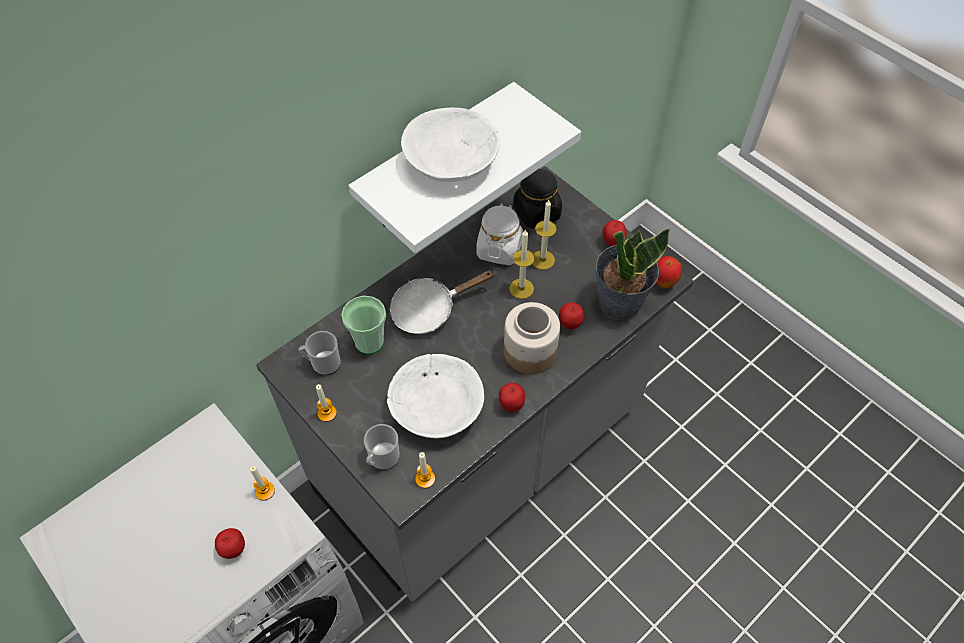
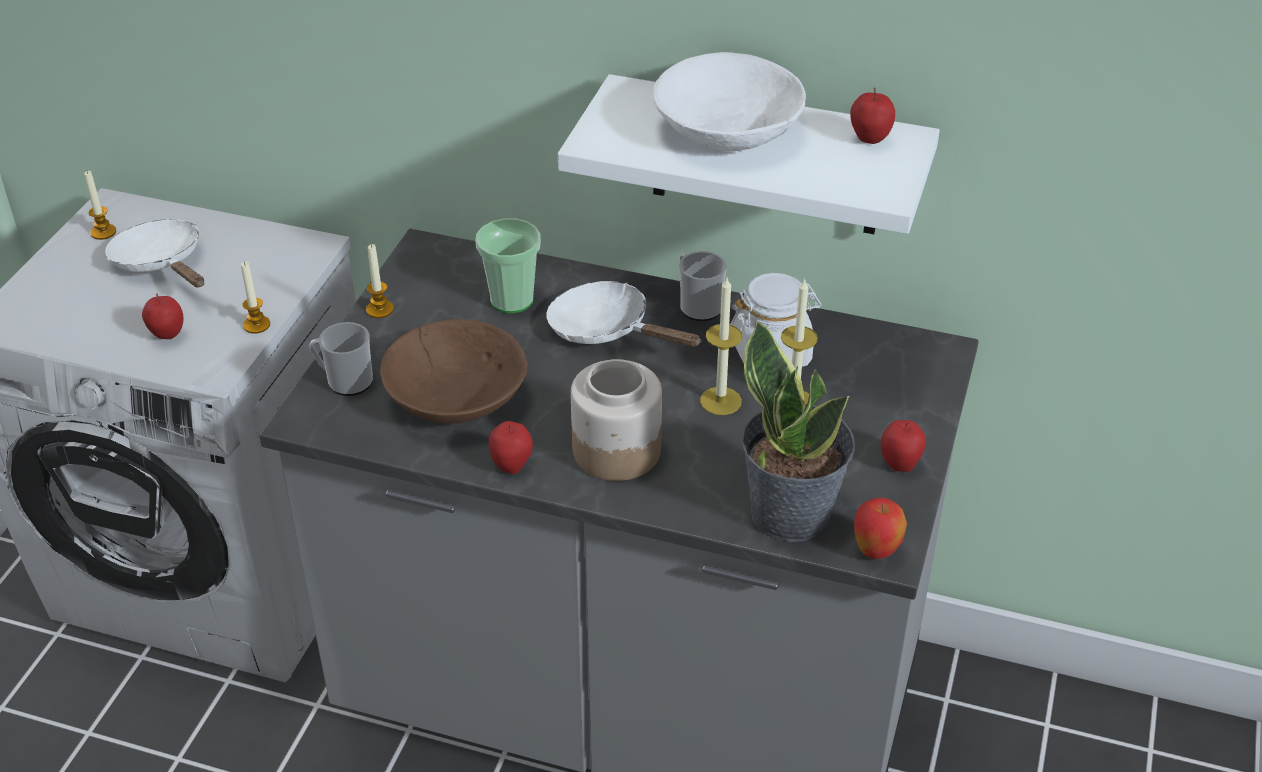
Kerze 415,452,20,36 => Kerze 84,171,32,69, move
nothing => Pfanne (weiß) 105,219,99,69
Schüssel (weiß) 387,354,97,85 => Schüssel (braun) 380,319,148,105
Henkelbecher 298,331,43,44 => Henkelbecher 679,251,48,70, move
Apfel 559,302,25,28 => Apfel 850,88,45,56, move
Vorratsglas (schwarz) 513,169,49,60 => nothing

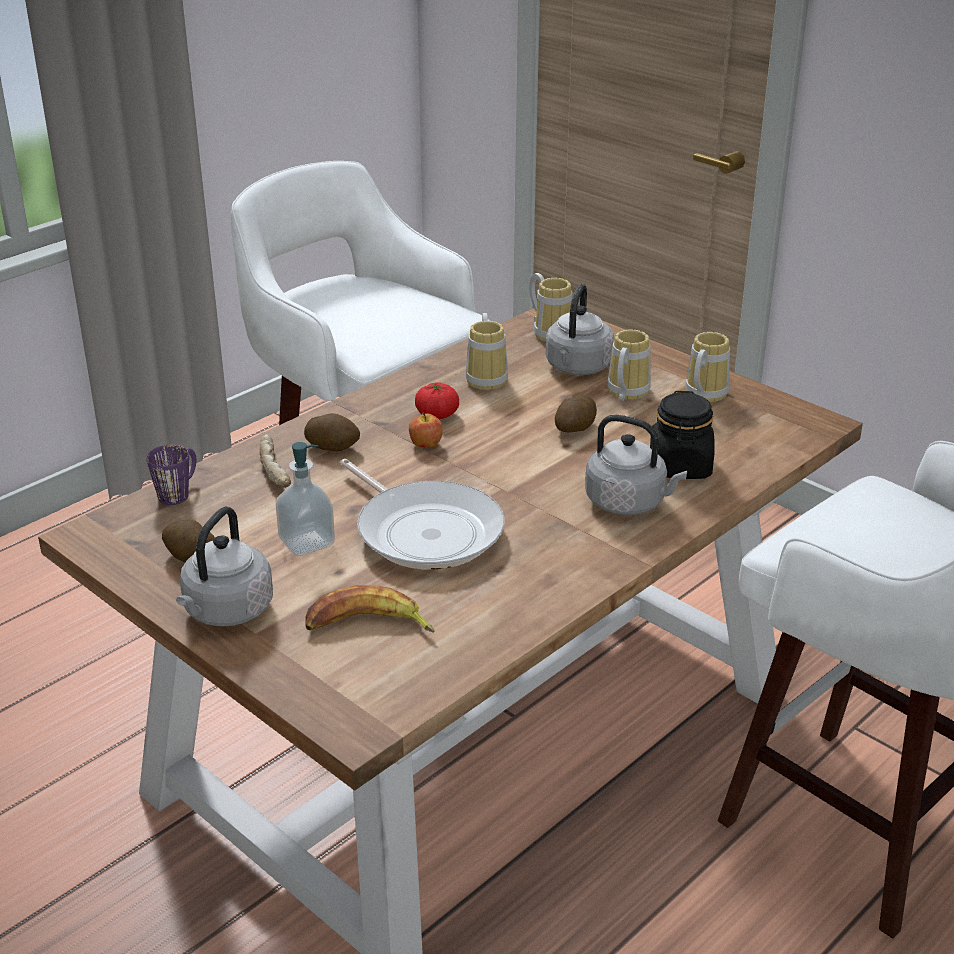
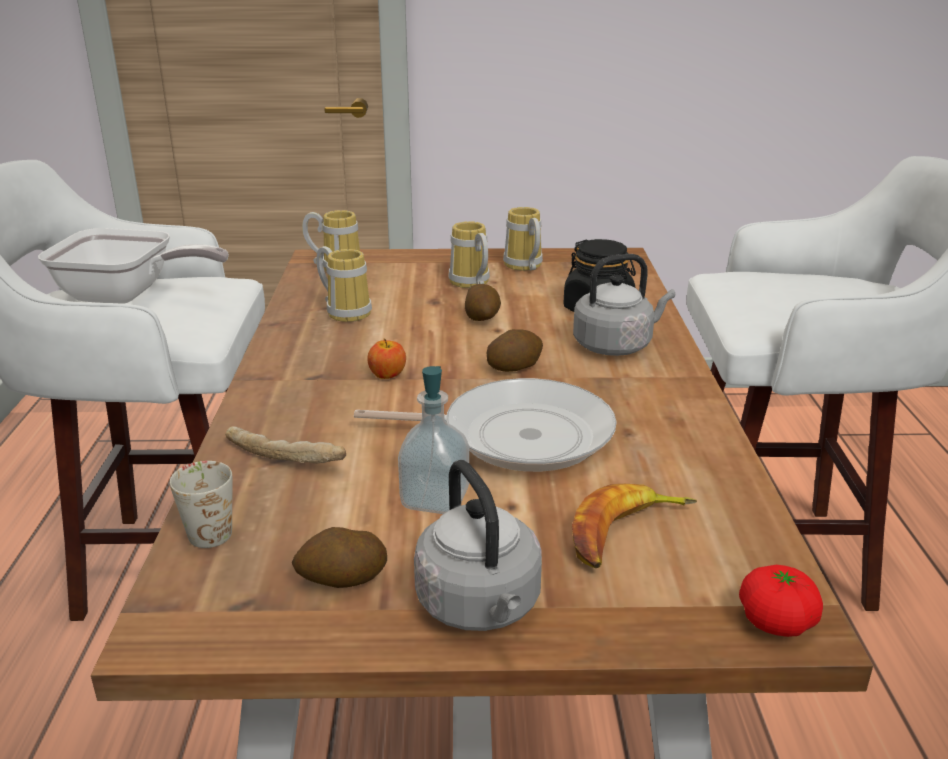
nothing => Pfanne 38,228,191,76
Henkelbecher (lila) 146,445,51,60 => Henkelbecher (weiß) 170,461,63,87
Kartoffel 304,413,56,38 => Kartoffel 487,329,56,43, move
Tomate 415,382,44,37 => Tomate 739,565,84,72, move
Wasserkessel (grau) 546,284,68,91 => nothing

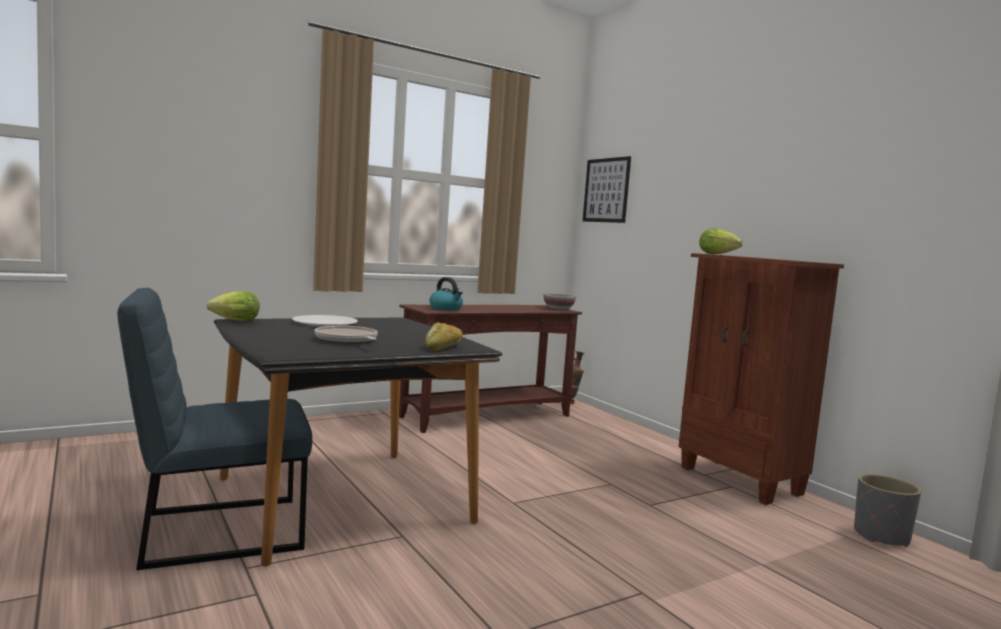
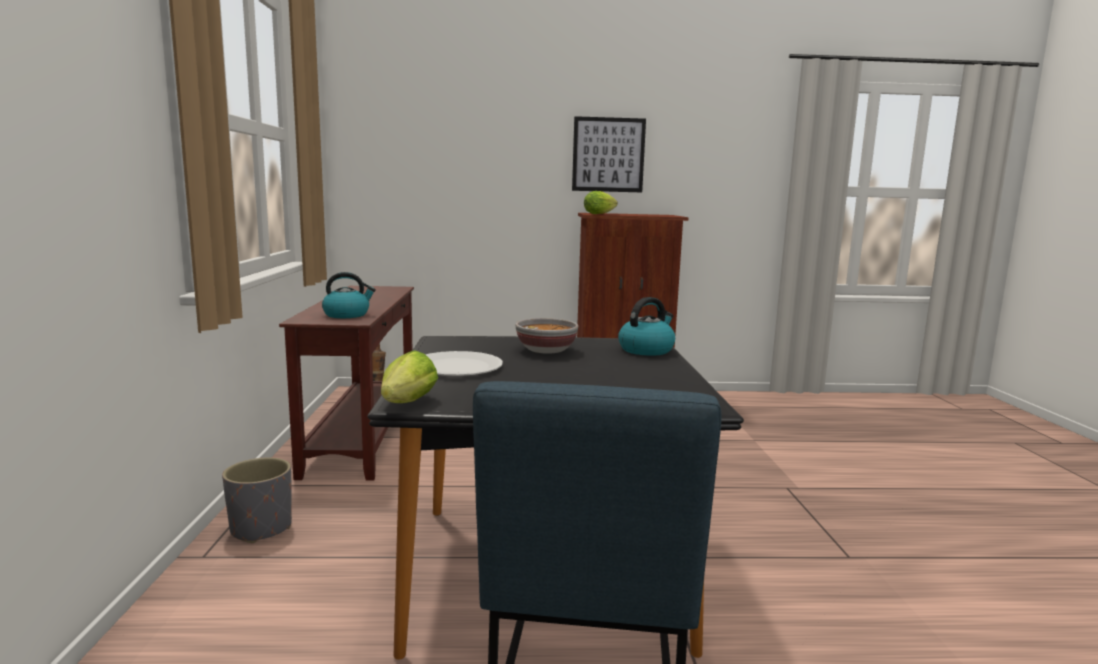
Pflanzkübel (grau) 854,474,67,73 => Pflanzkübel (grau) 222,458,70,85, move
Schüssel 543,293,33,17 => Schüssel 516,318,62,36, move
Bild 583,156,48,67 => Bild 572,116,74,76, move
Brot 425,322,38,29 => Wasserkessel 618,297,57,59
Pfanne 315,326,63,18 => nothing

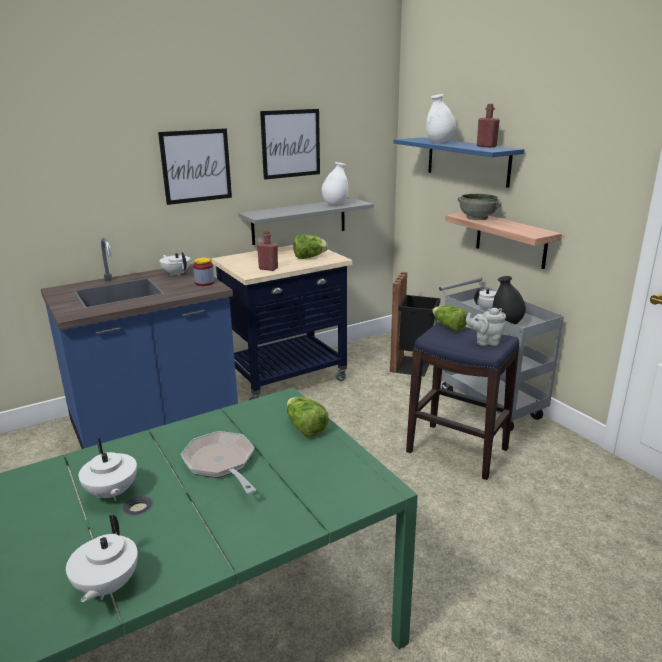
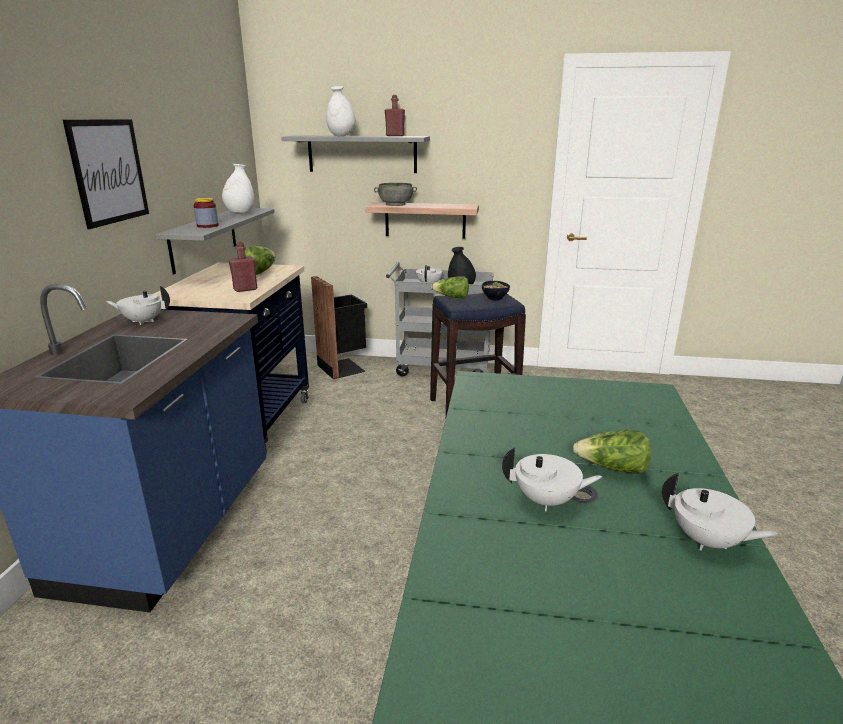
Vorratsglas 193,257,21,29 => Vorratsglas 194,198,25,30, move
Wandregal (blau) 393,137,132,51 => Wandregal (grau) 281,136,149,37
Teekanne (grau) 466,308,40,38 => Schüssel 482,281,28,19
Salatkopf 287,397,41,40 => Salatkopf 573,430,78,44, move
Pfanne 181,431,75,63 => nothing
Bild 260,109,60,71 => nothing

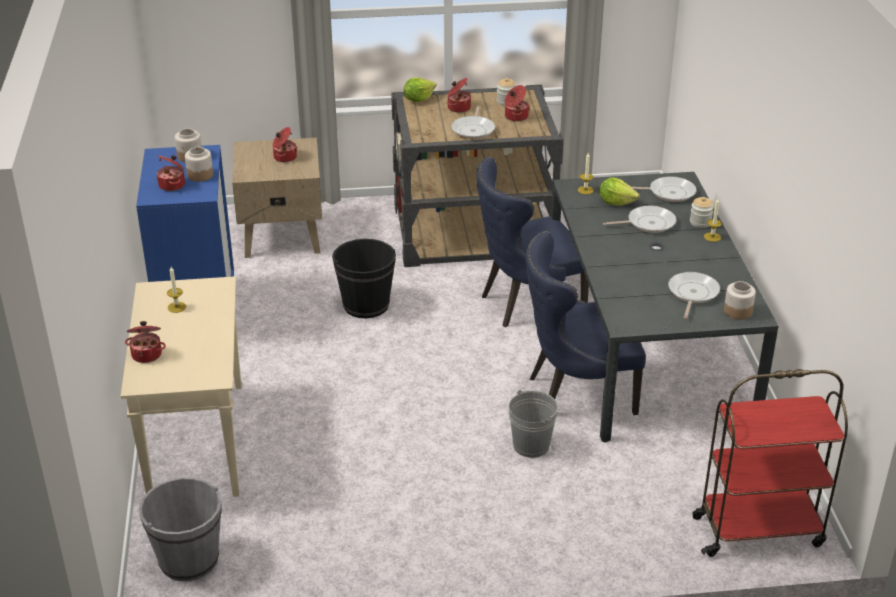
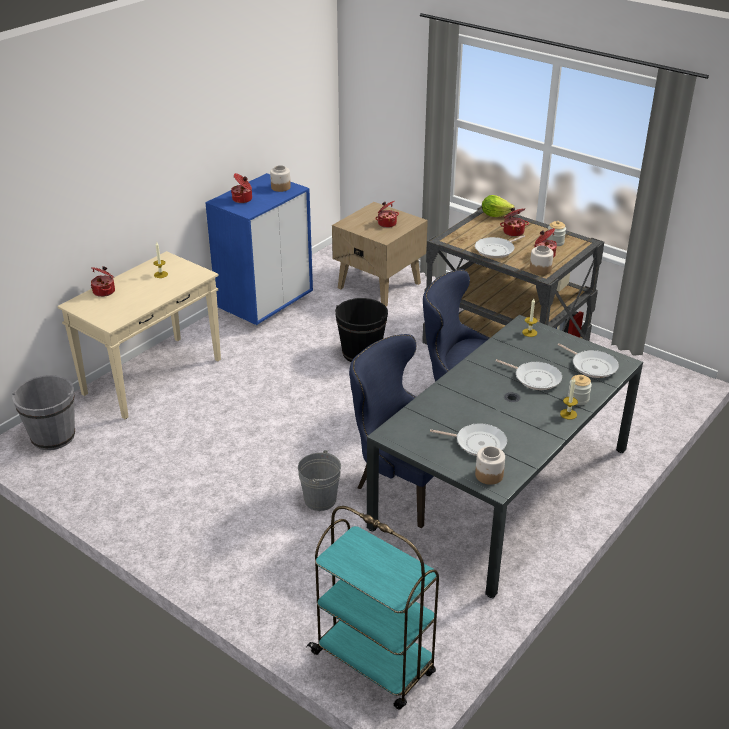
Rollwagen (rot) 693,369,155,188 => Rollwagen (türkis) 306,506,133,203
Pfanne 668,272,52,47 => Pfanne 430,423,77,33, 45 degrees clockwise
Vorratsglas 185,147,28,35 => Vorratsglas 530,245,24,30, move
Salatkopf 599,177,41,29 => nothing

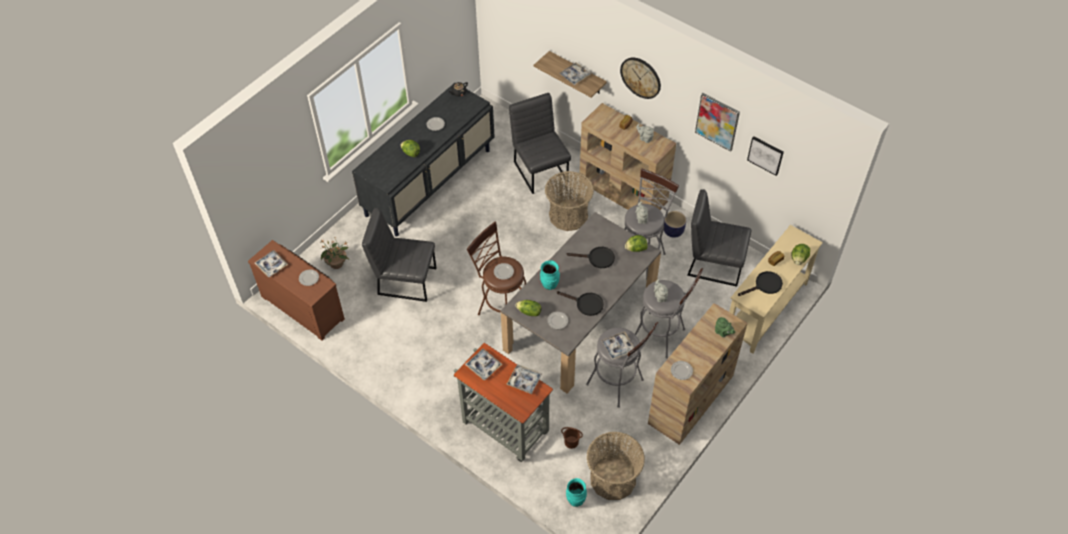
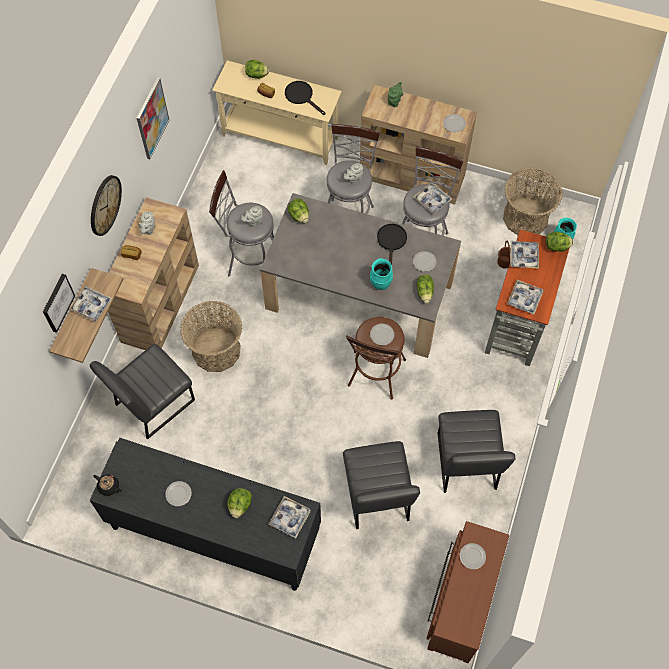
Bild 747,136,37,40 => Bild 43,274,32,59, move
Tablett 255,250,33,27 => Tablett 269,496,42,42, move
Stuhl (grau) 687,189,64,98 => Stuhl (grau) 438,410,77,83, move
nothing => Salatkopf 546,232,27,20
Topfpflanze 320,237,29,32 => nothing
Pfanne (schwarz) 566,247,49,21 => nothing
Pflanzkübel 664,211,22,27 => nothing

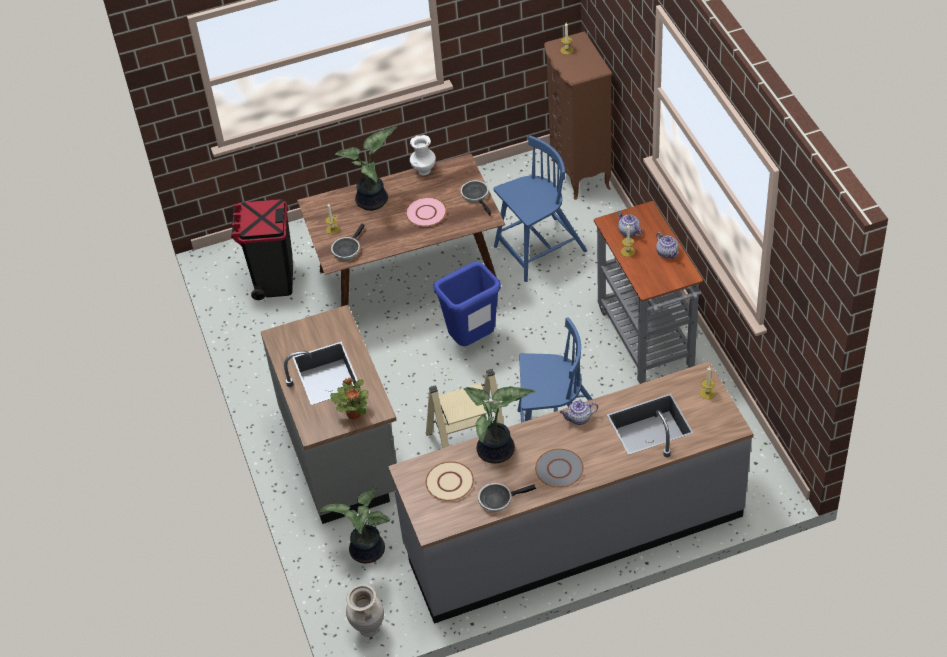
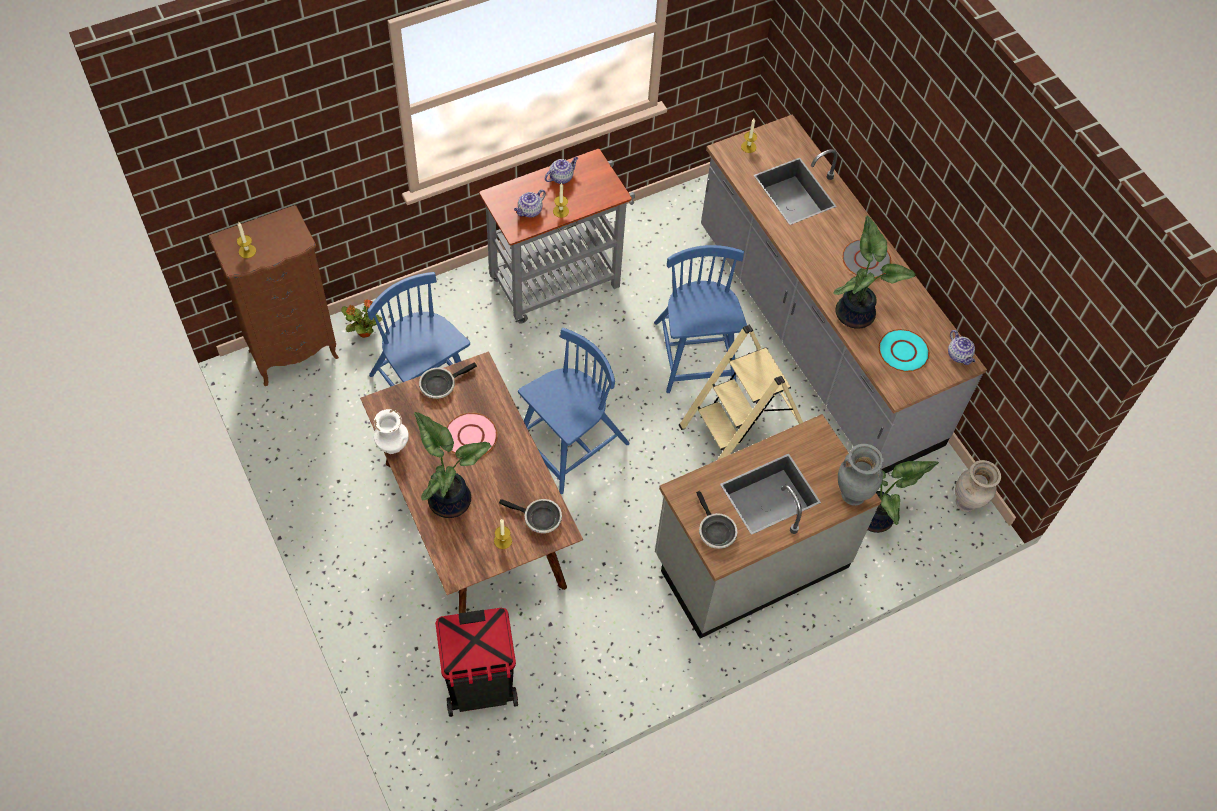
Topfpflanze 330,378,38,41 => Topfpflanze 341,299,41,39, move
Mülleimer (blau) 434,262,67,84 => Stuhl (blau) 518,328,112,166
Pfanne 478,483,58,29 => Pfanne 696,491,41,58, move
nothing => Vase (grau) 838,444,46,62
Teller (beige) 425,461,49,40 => Teller (türkis) 878,329,52,43
Teekanne 560,400,38,25 => Teekanne 948,330,27,35, move

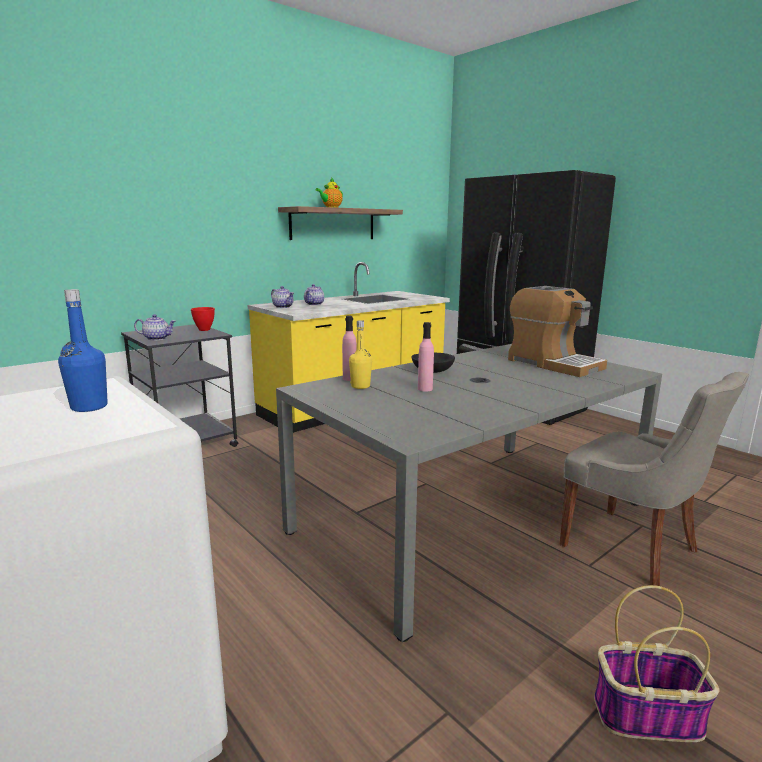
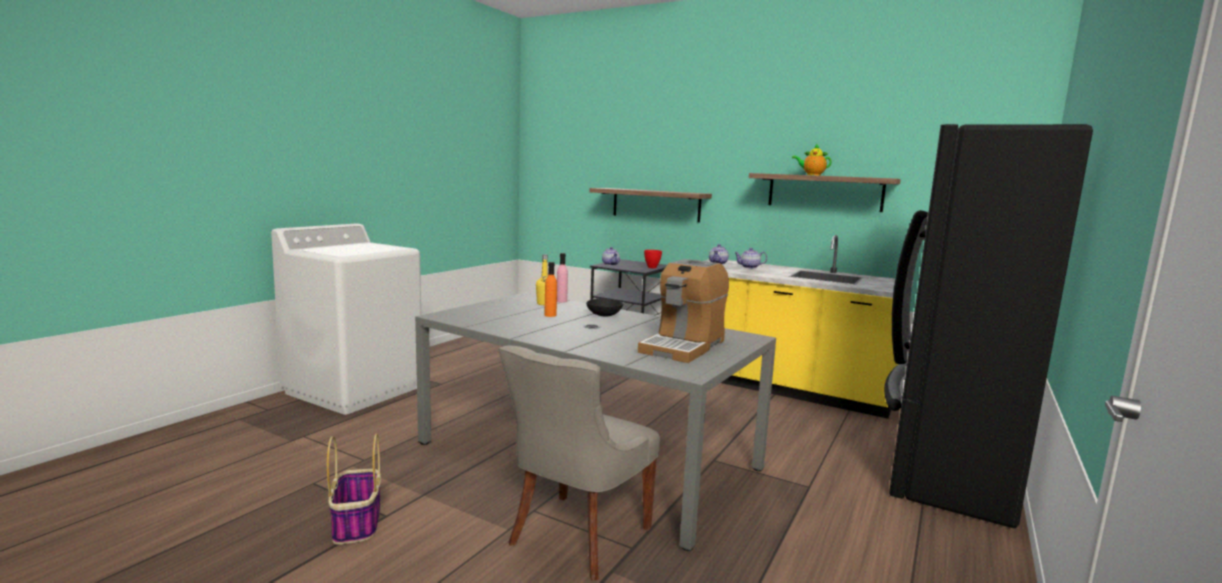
Flasche (rosa) 418,322,16,69 => Flasche (orange) 544,262,13,55
nothing => Wandregal 590,188,122,34
Flasche (blau) 58,289,50,123 => nothing

